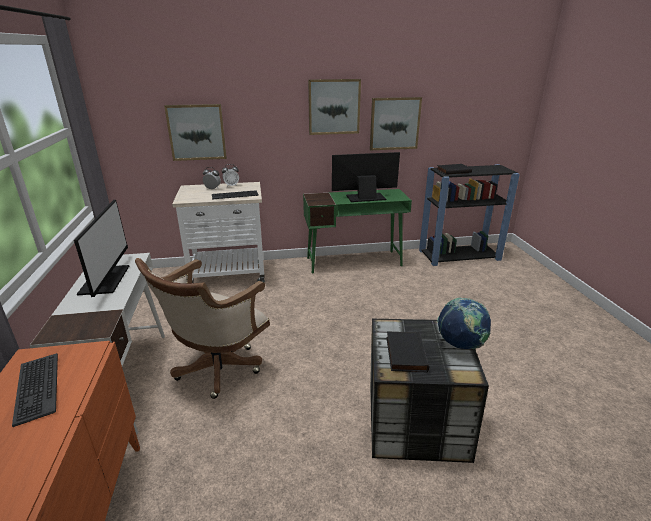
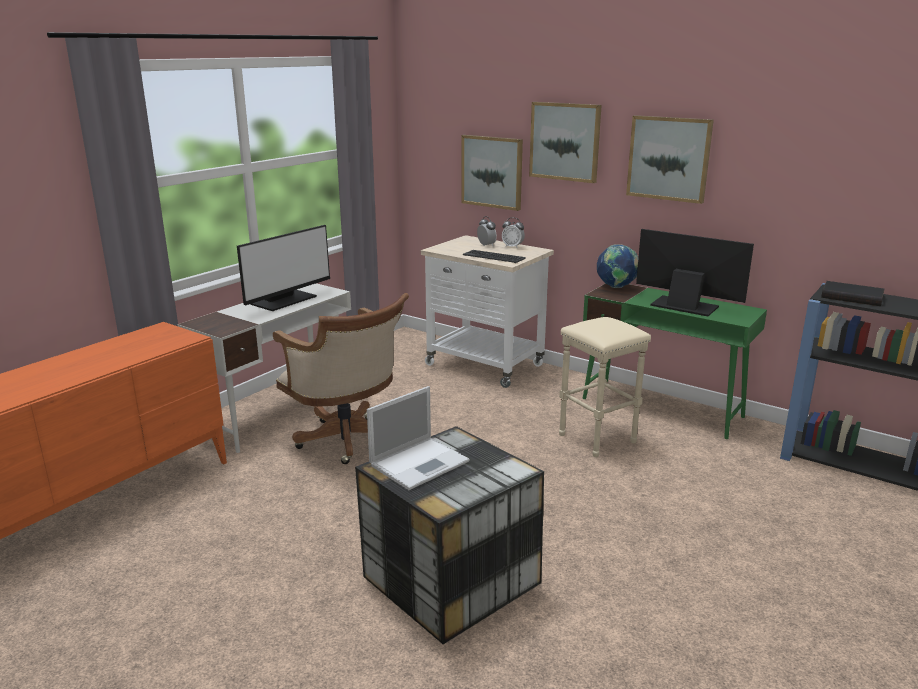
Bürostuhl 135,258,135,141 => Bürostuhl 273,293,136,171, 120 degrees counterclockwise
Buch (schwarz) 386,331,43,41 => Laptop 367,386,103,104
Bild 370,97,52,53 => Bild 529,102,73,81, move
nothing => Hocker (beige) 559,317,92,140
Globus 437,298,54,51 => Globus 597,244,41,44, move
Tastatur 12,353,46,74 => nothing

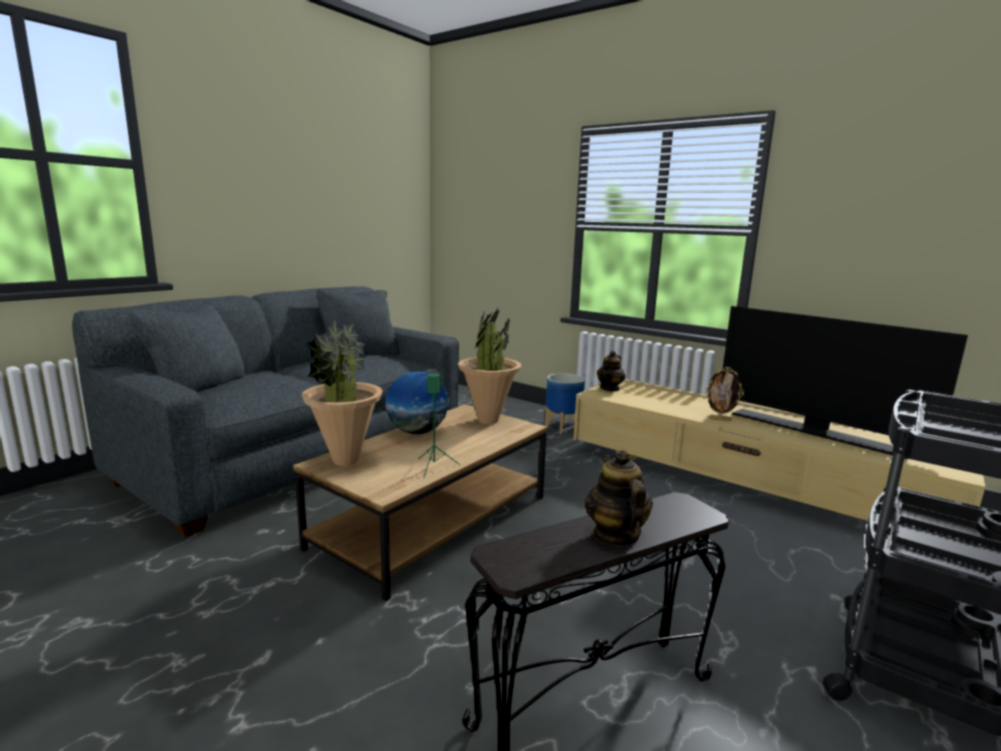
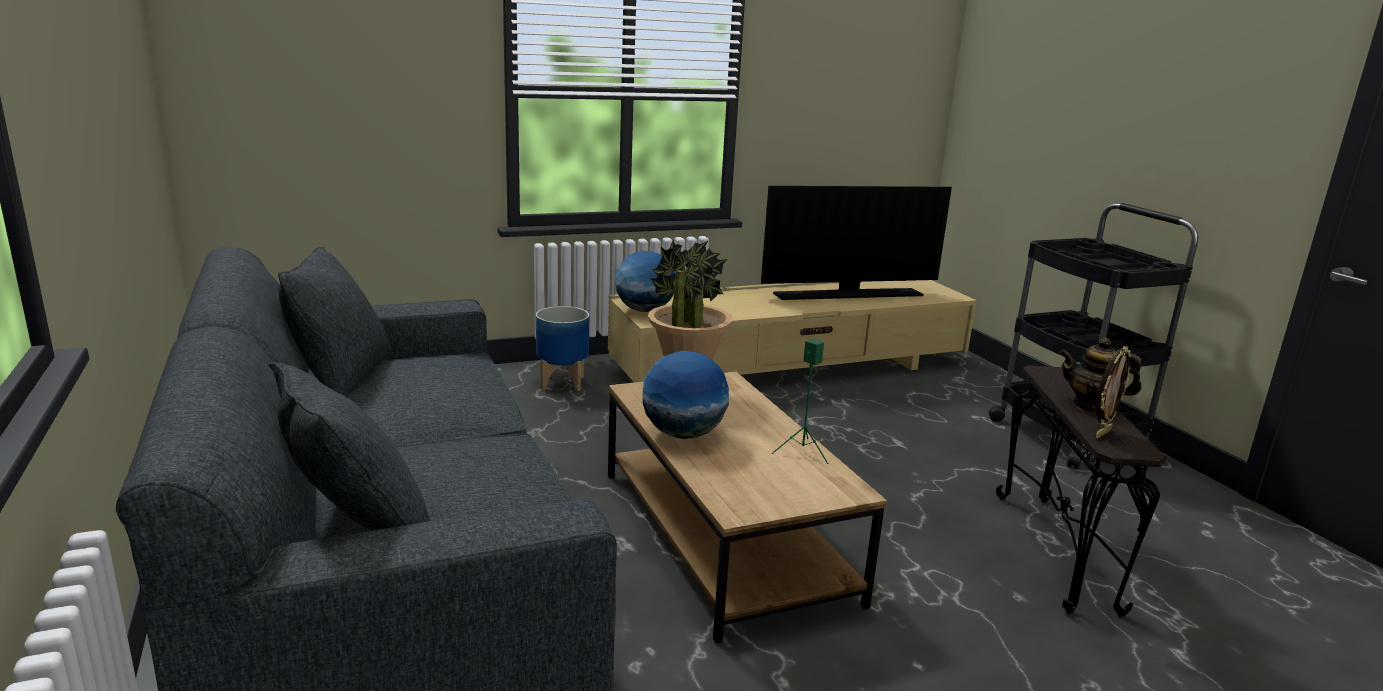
Teekanne 597,351,28,41 => Globus 615,251,60,61
Bilderrahmen 705,367,39,54 => Bilderrahmen 1096,346,35,93, move
Topfpflanze 302,320,81,146 => nothing

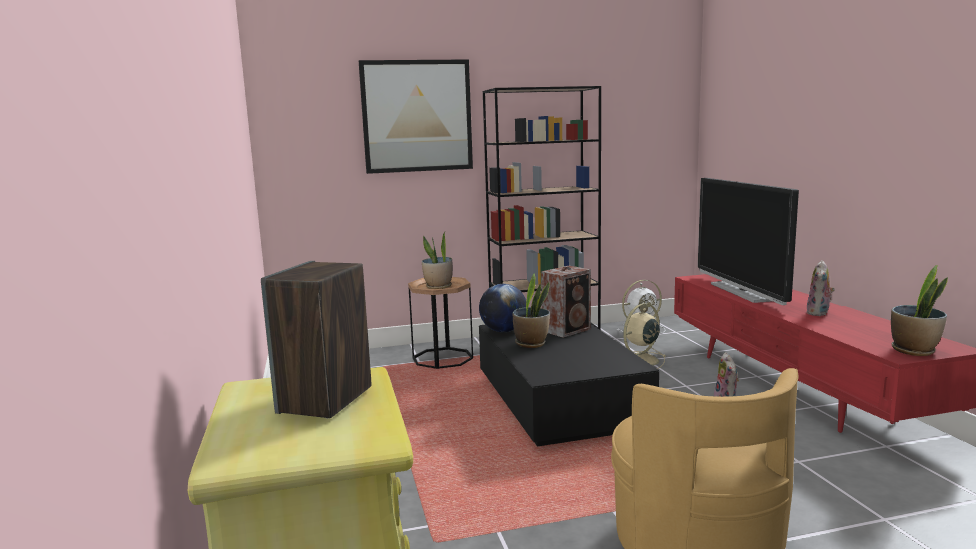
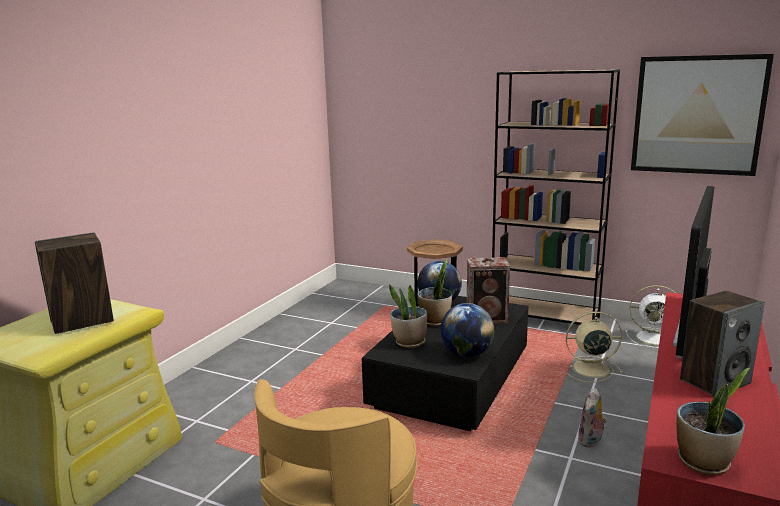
Topfpflanze 422,232,31,57 => Topfpflanze 389,284,38,64, move
nothing => Globus 440,303,54,54
Bild 359,59,114,115 => Bild 631,54,143,122, move
Plüschtier 806,260,29,56 => Lautsprecher 680,290,85,107

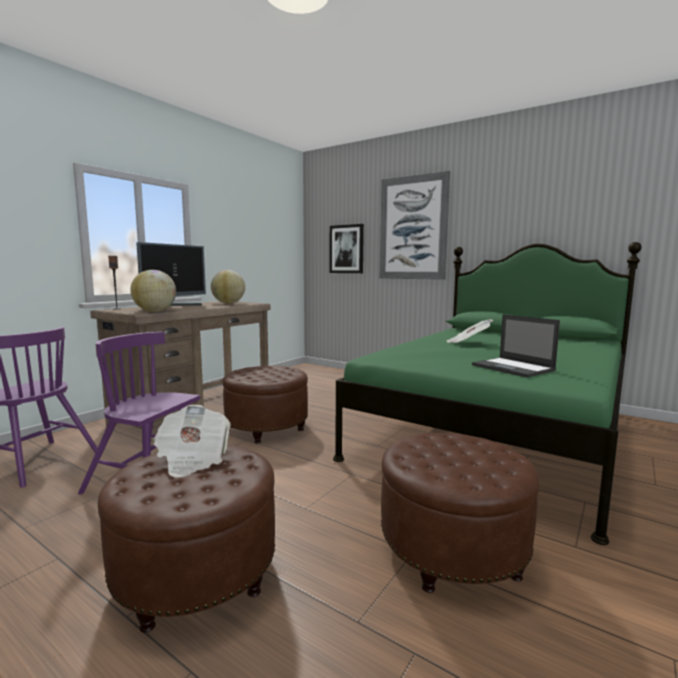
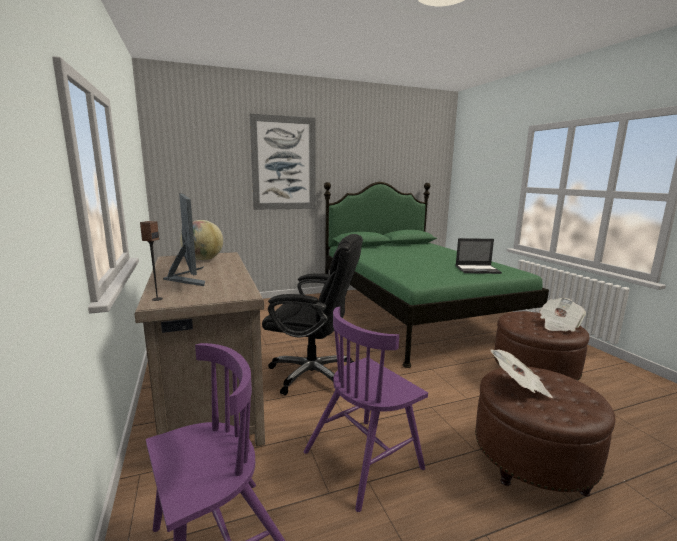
Polsterhocker (braun) 223,366,85,77 => Bürostuhl (schwarz) 262,234,101,161
Zeitung 446,319,47,24 => Zeitung 540,298,46,34, move
Globus 130,270,46,42 => nothing
Bild 330,224,34,49 => nothing

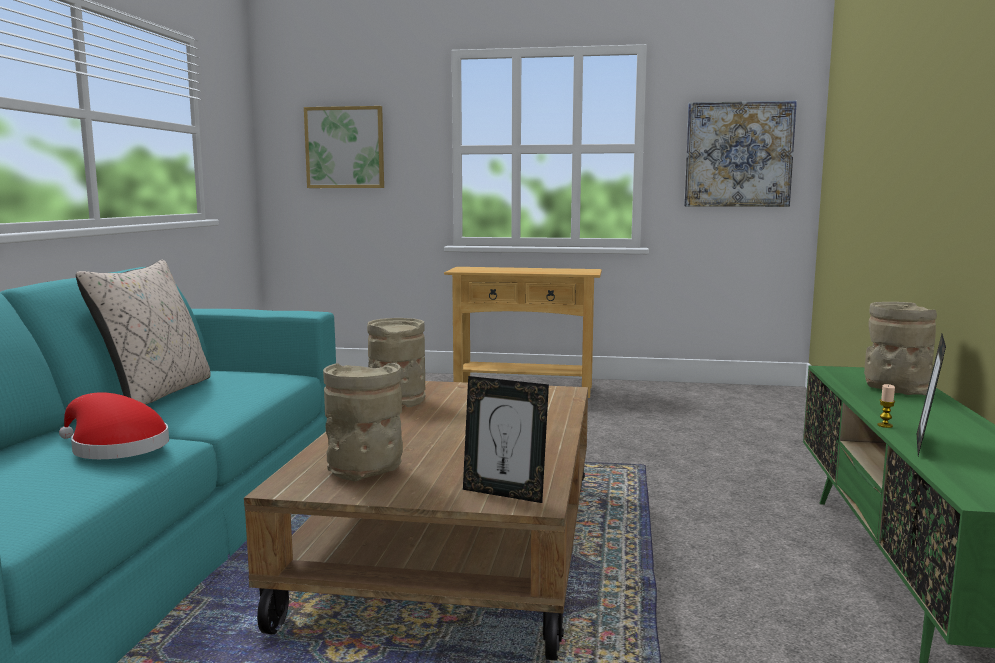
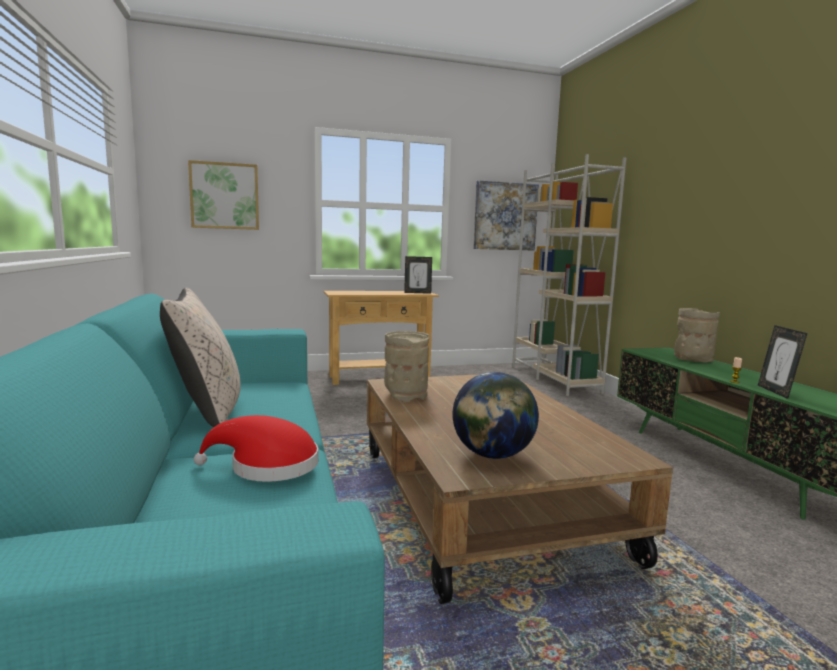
Bilderrahmen 463,376,86,127 => Bilderrahmen 404,256,28,38, move
Vase (beige) 323,363,80,119 => Globus 453,372,86,87
nothing => Bücherregal (beige) 512,154,115,242

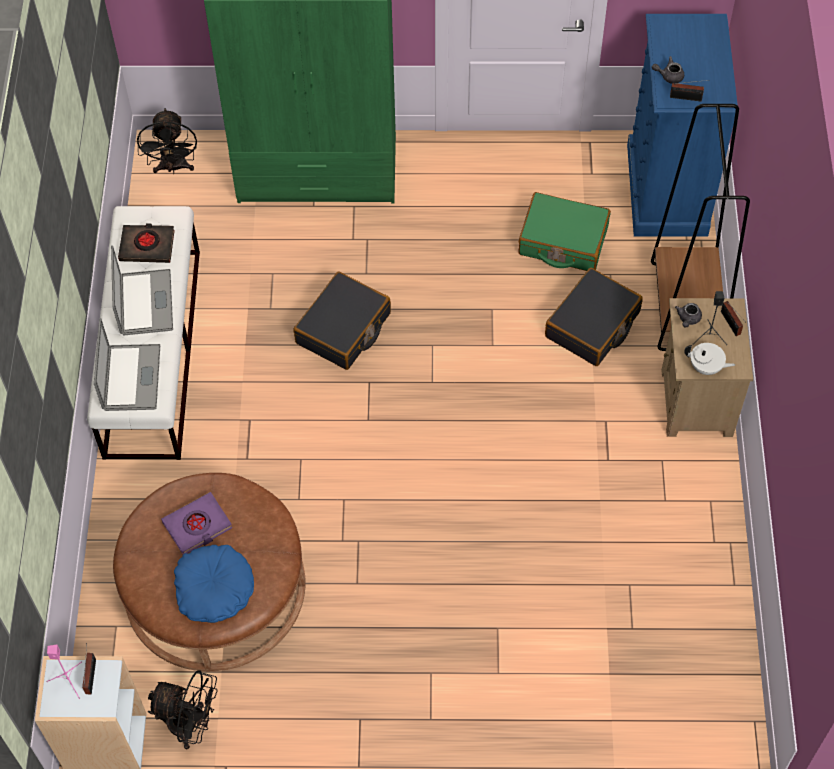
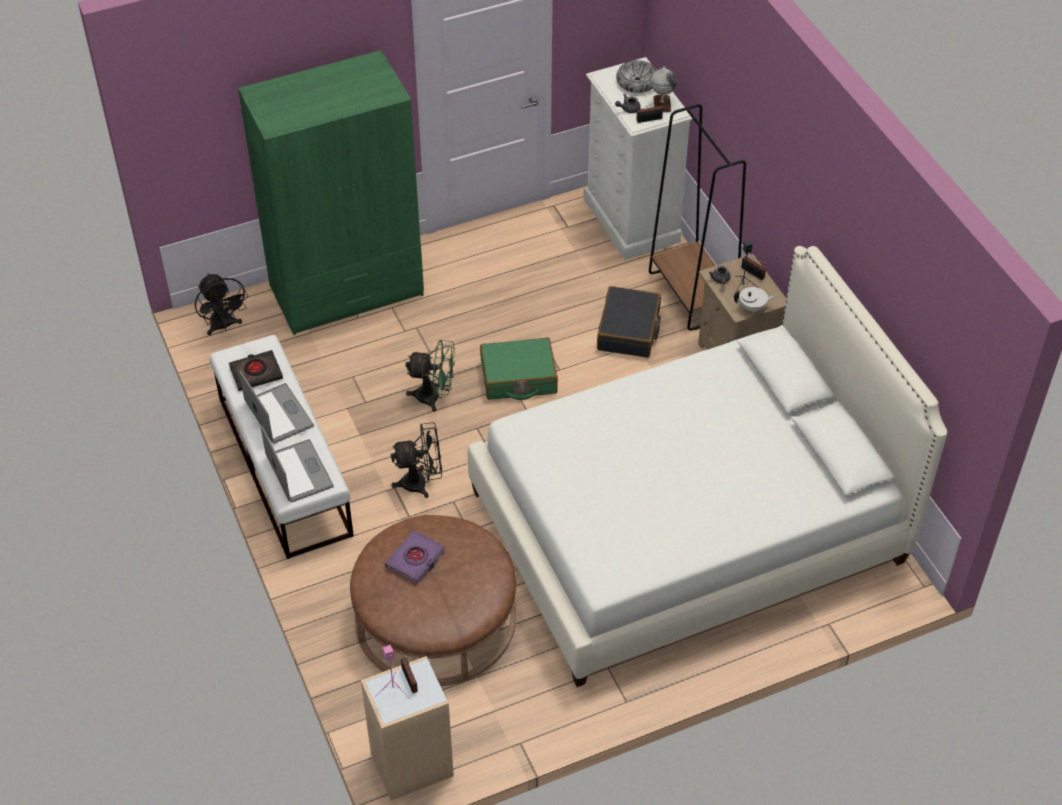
Ventilator (schwarz) 147,670,71,79 => Ventilator (schwarz) 391,422,51,76, move
Koffer (schwarz) 293,271,98,99 => Ventilator (grün) 405,340,50,72
nothing => Bett (weiß) 468,246,479,441
Koffer (grün) 519,192,92,79 => Koffer (grün) 480,338,78,62, move
Kommode (blau) 627,14,111,223 => Kommode (weiß) 583,57,109,203
nothing => Schüssel 616,60,41,33
nothing => Globus 651,66,26,46
Kissen (blau) 174,545,80,78 => nothing

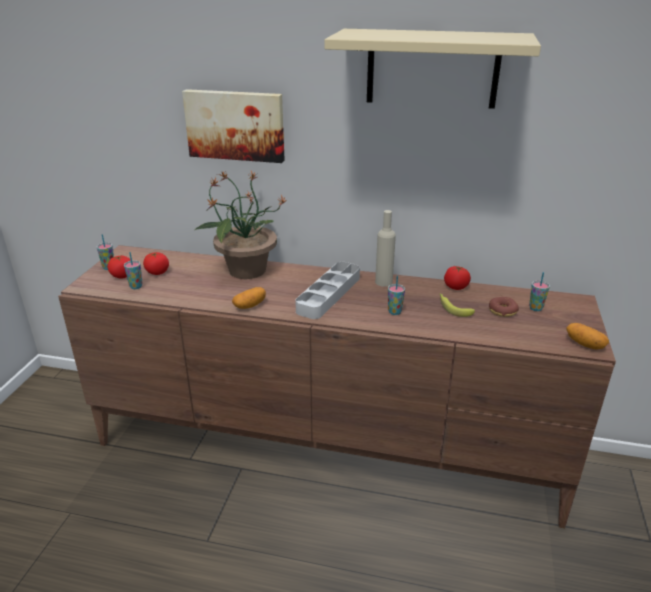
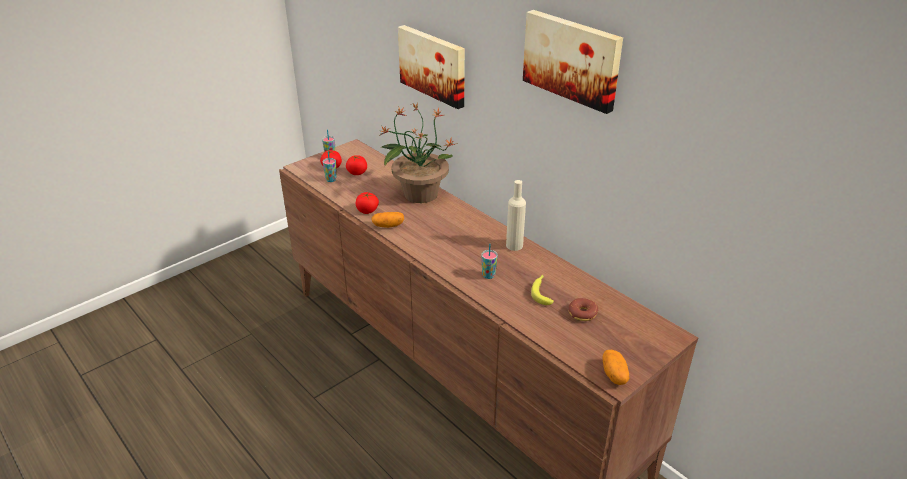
Tomate 444,266,27,24 => Tomate 356,192,23,22, move
Wandregal (beige) 325,29,216,80 => Bild 523,10,100,104
Tablett (grau) 295,262,65,57 => nothing
Tasse 529,272,21,39 => nothing

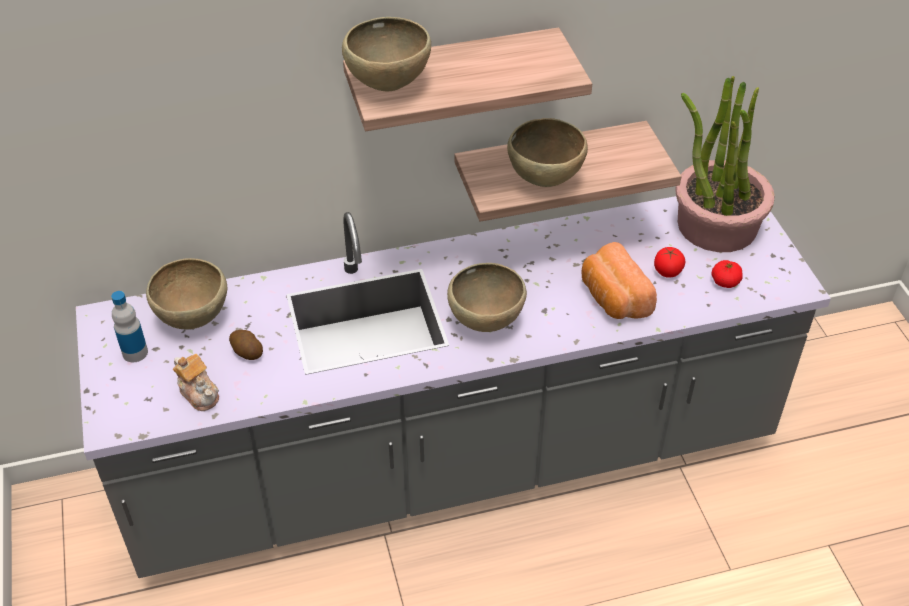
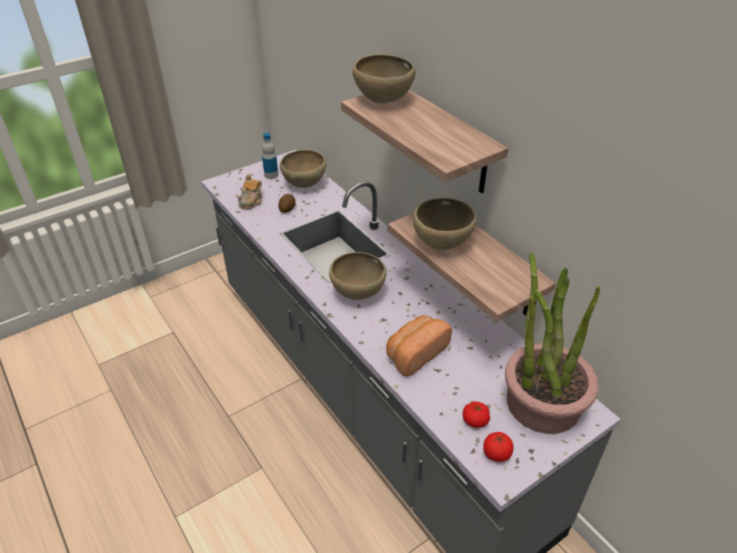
Tomate 654,247,31,31 => Tomate 483,432,30,30, move

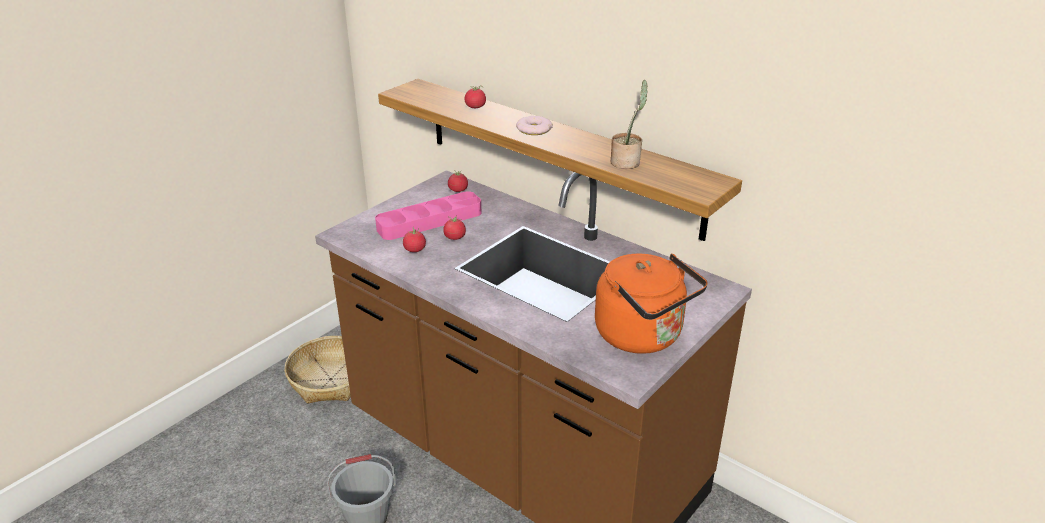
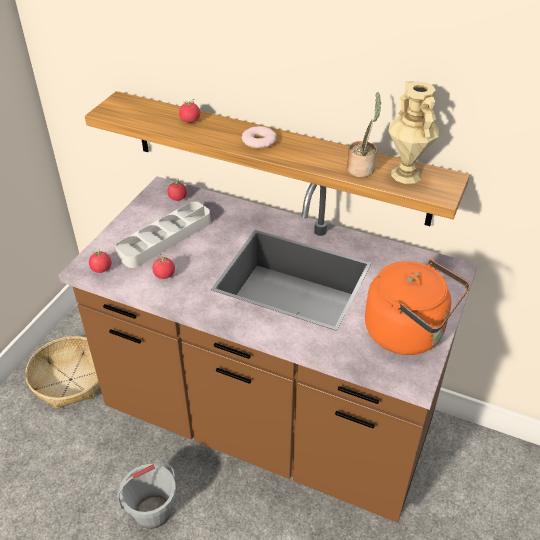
Tomate 443,216,23,24 => Tomate 89,249,22,24, move
Tablett (rosa) 375,191,106,49 => Tablett (grau) 115,201,96,67
nothing => Vase (beige) 388,81,51,103

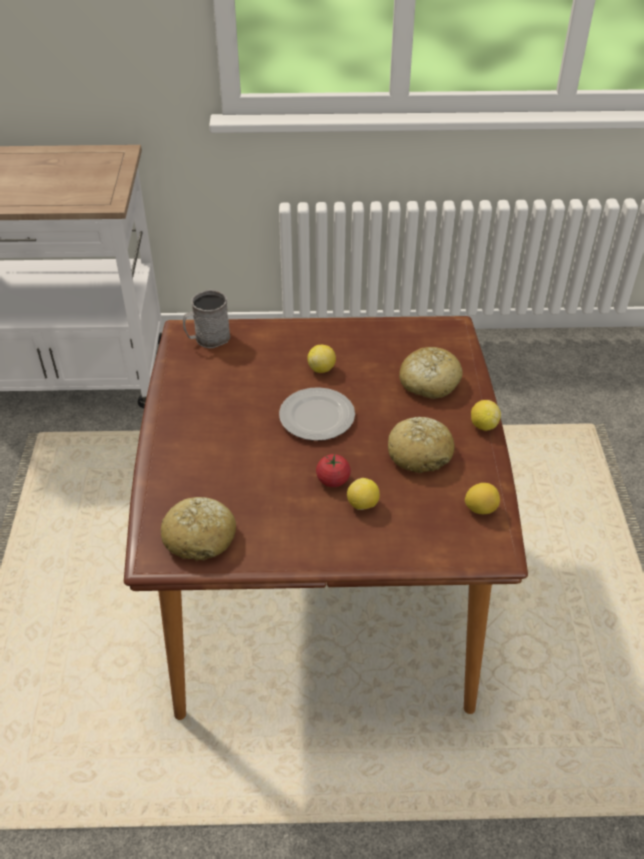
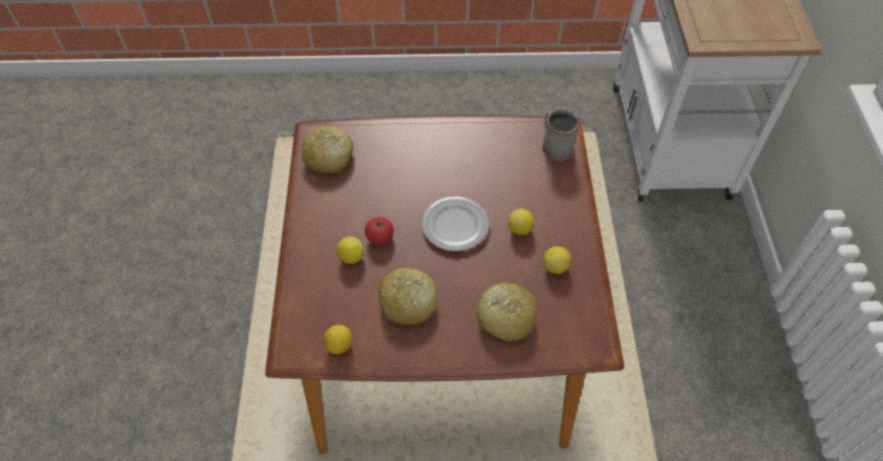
Zitrone 471,400,30,31 => Zitrone 543,247,28,27, move

